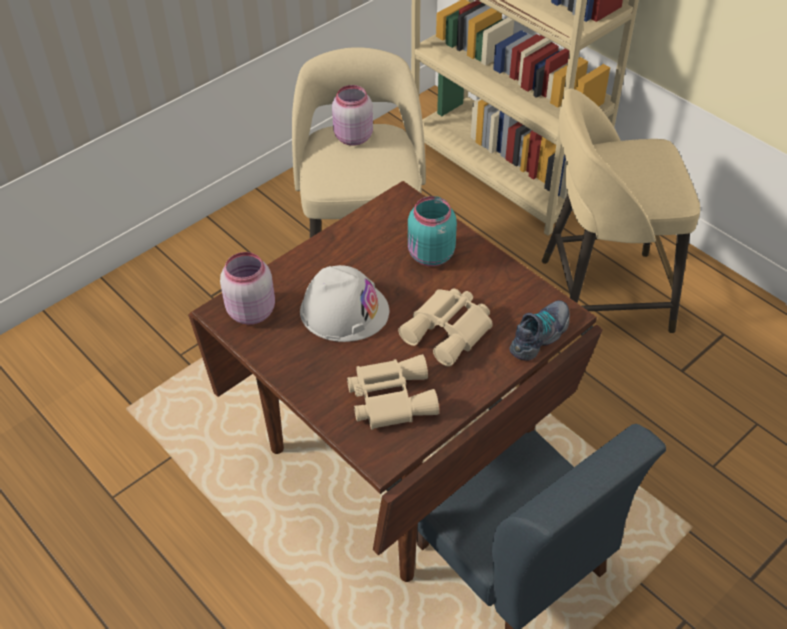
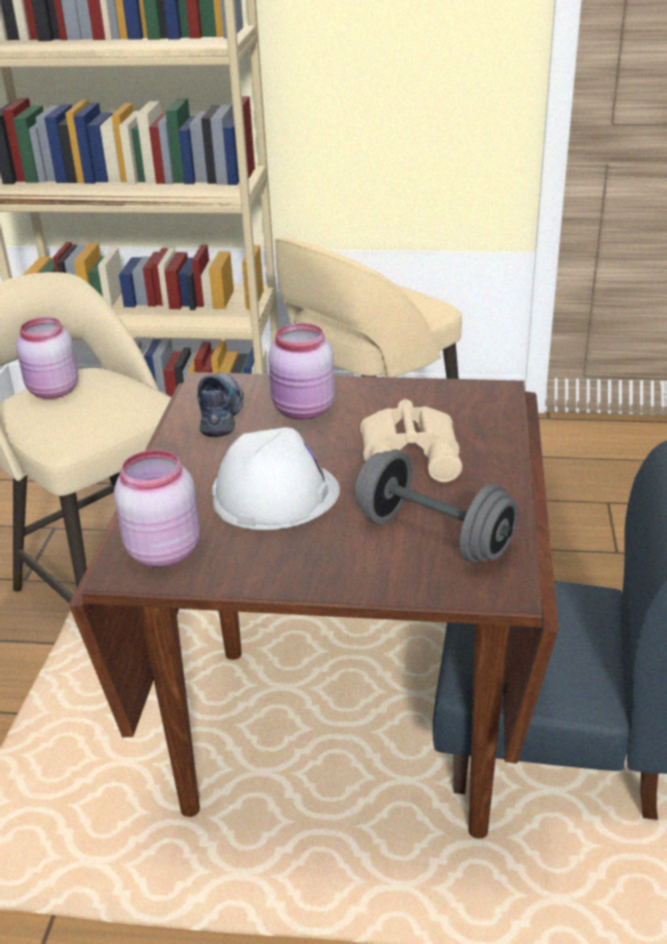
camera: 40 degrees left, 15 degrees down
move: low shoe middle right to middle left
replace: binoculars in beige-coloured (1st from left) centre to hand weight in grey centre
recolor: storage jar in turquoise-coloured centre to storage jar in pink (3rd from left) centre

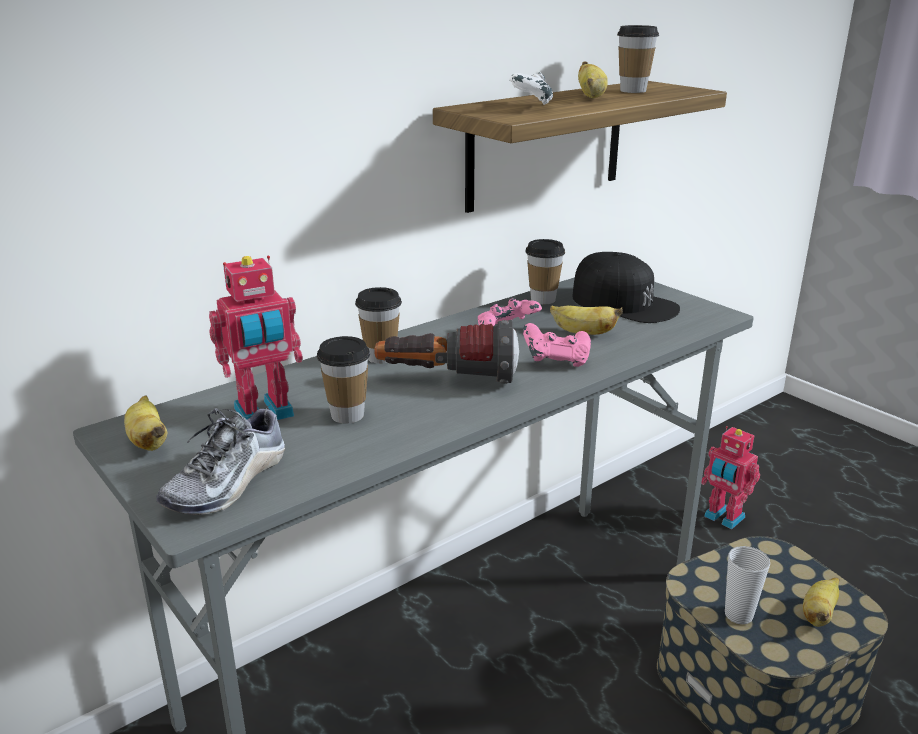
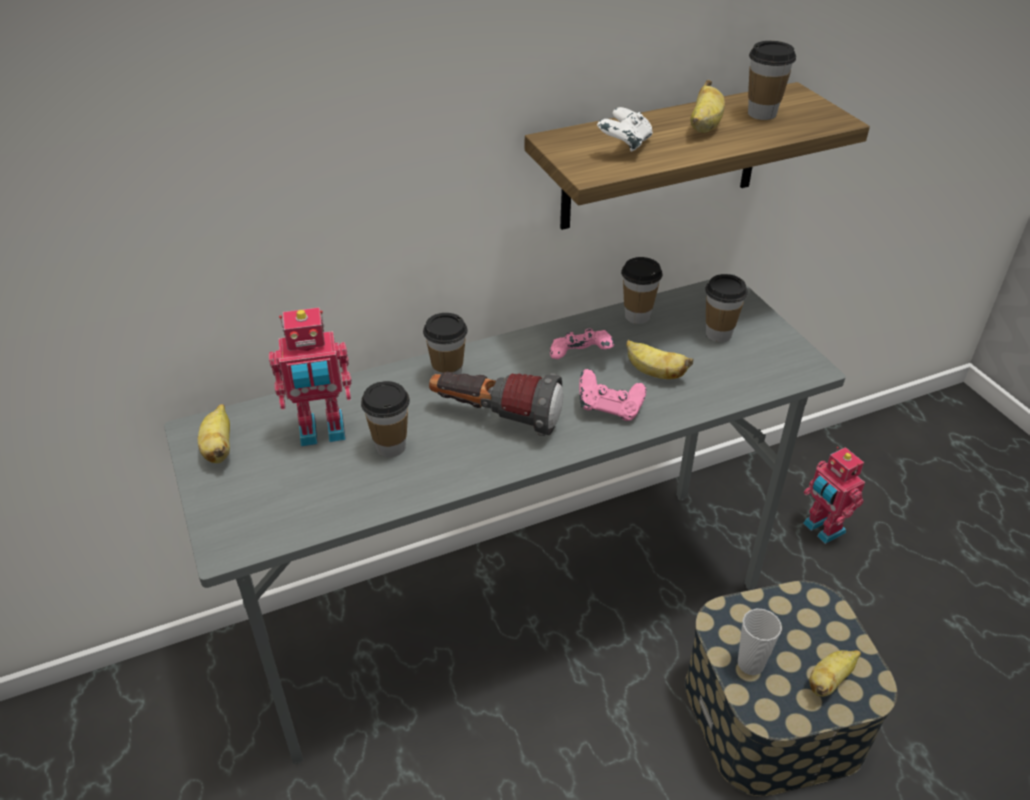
camera: 15 degrees right, 15 degrees up
delete: low shoe middle left
replace: peaked cap in black middle right to drinking cup (4th from left) middle right

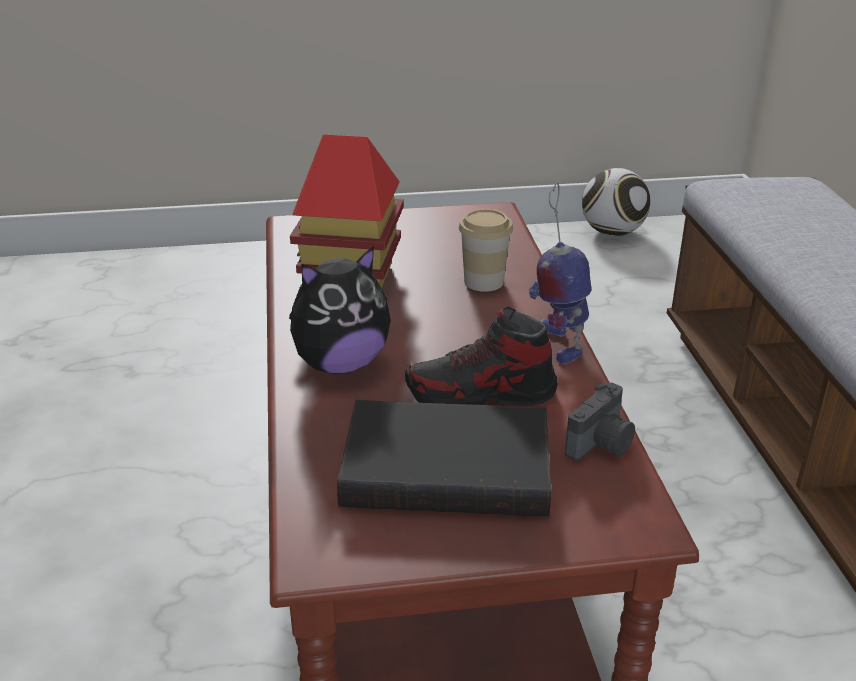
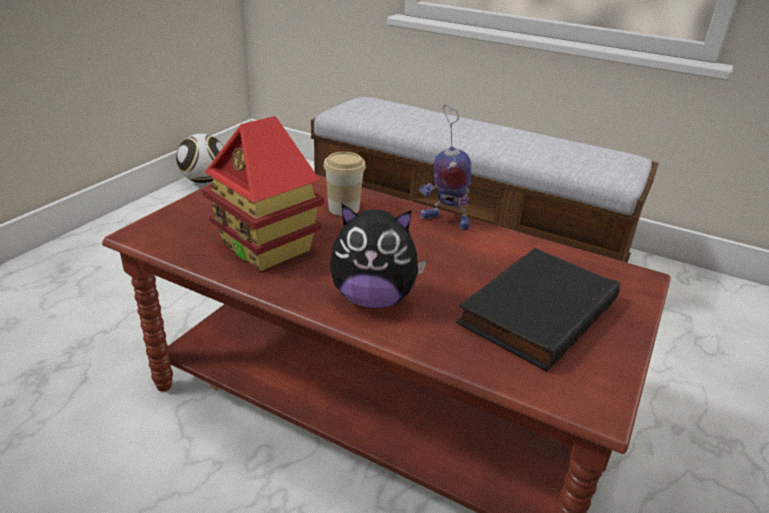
camera: 55 degrees left, 0 degrees up
delete: low shoe centre; still camera middle right
rotate: cuddly toy centre = centre 90 degrees clockwise

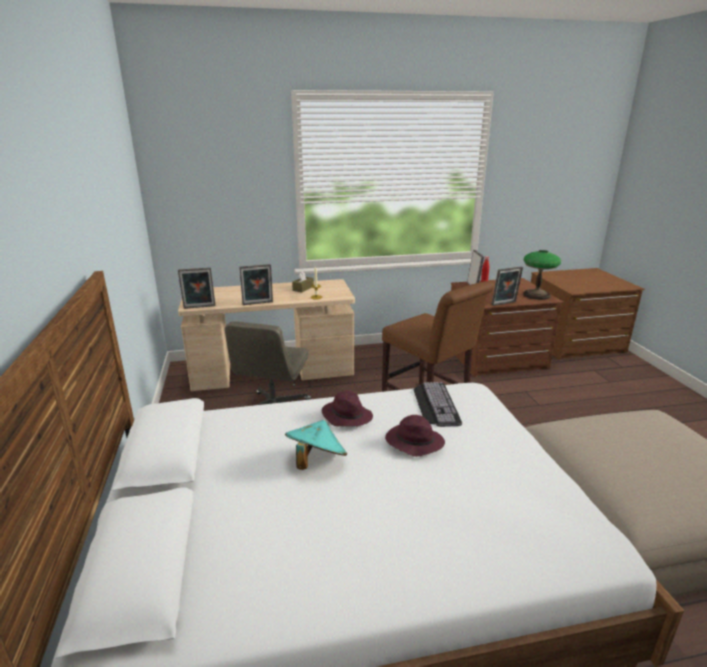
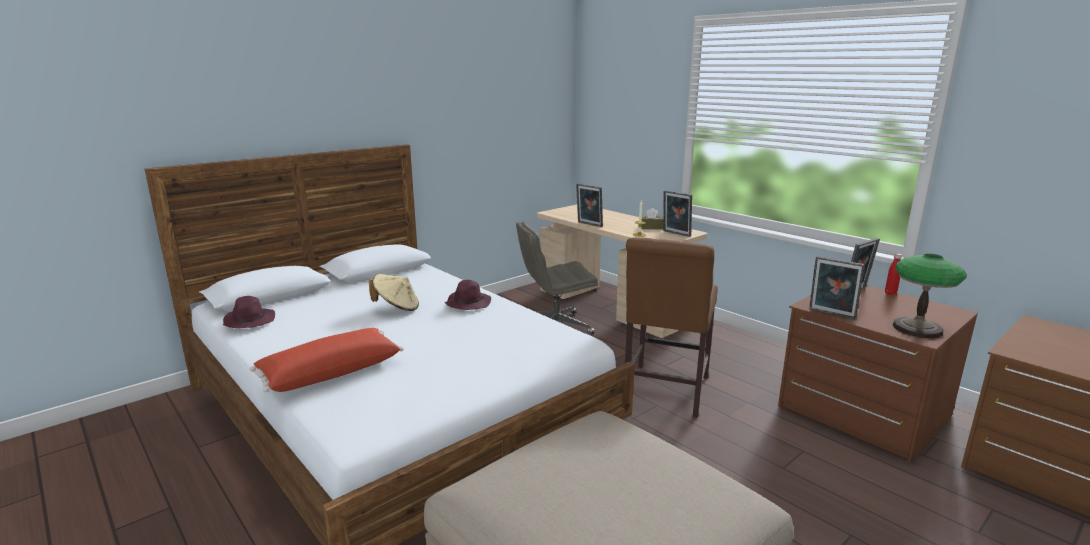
camera: 60 degrees right, 5 degrees down
delete: keyboard centre
insert: cushion in reddish middle left
move: clothing hat in purple-coloured (2nd from left in the first image) centre to clothing hat in purple-coloured (1st from left) middle left; photo frame (1st from left in the first image) middle left to photo frame (2nd from left) centre
recolor: clothing hat in turquoise-coloured bottom centre to clothing hat in beige-coloured centre

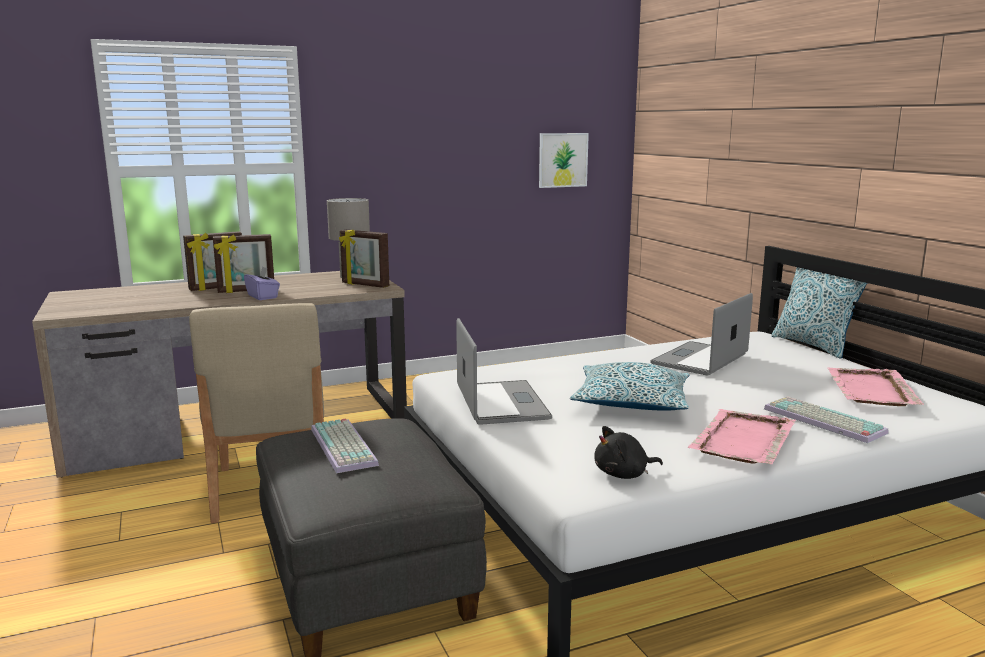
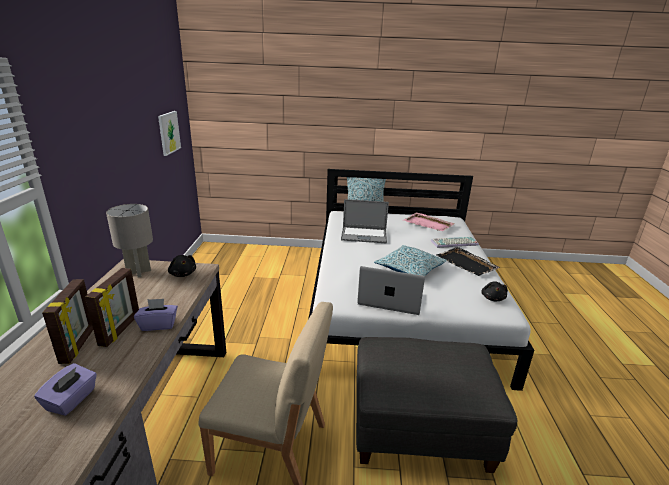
camera: 65 degrees left, 10 degrees up
delete: keyboard (1st from left) bottom centre
insert: tissue holder in purple-coloured (1st from left) bottom left
replace: photo frame (3rd from left) centre to cuddly toy in black (1st from left) middle left
recolor: carrying tray in pink (1st from left) middle right to carrying tray in black middle right
rotate: notebook computer (2nd from left in the first image) middle right = centre 60 degrees counterclockwise

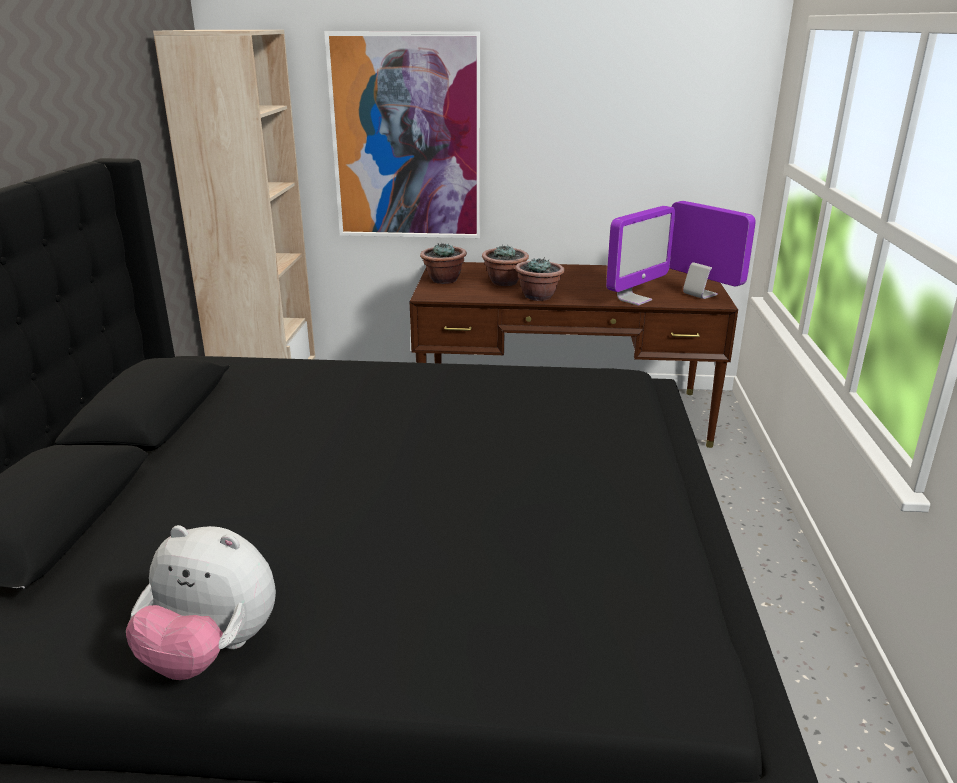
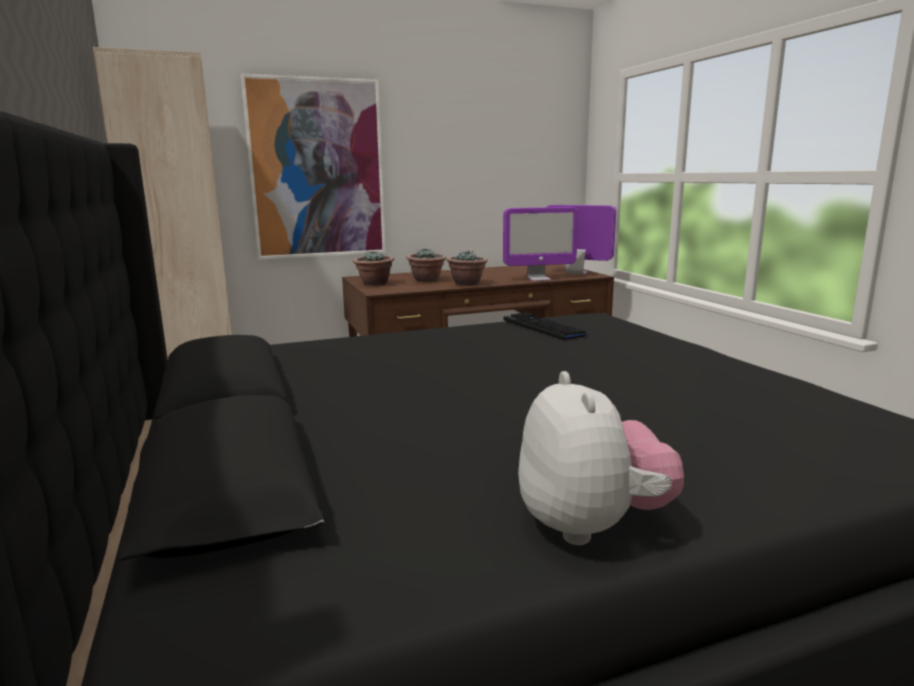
camera: 25 degrees left, 10 degrees down
insert: keyboard centre
rotate: computer display (1st from left) top right = centre 60 degrees clockwise; cuddly toy bottom left = bottom centre 90 degrees counterclockwise

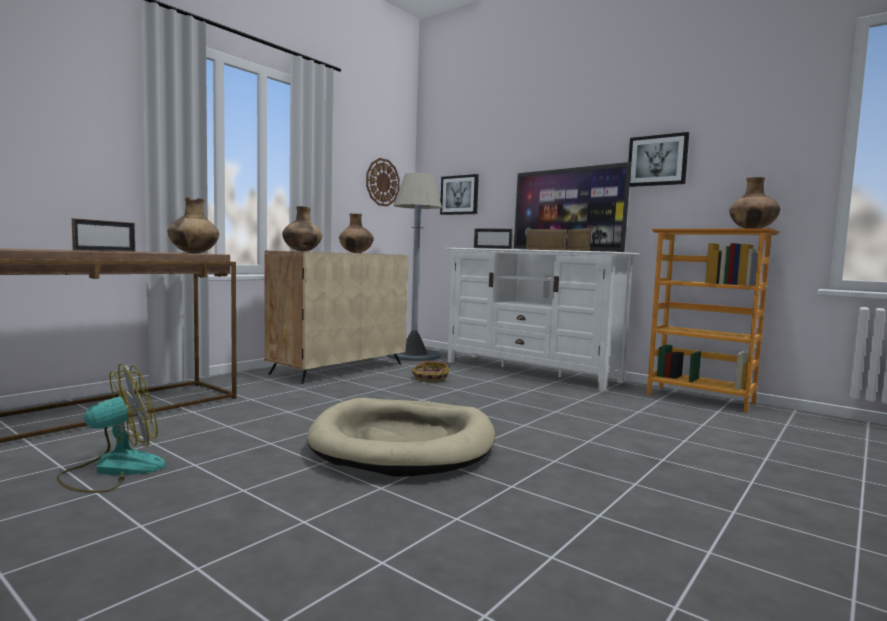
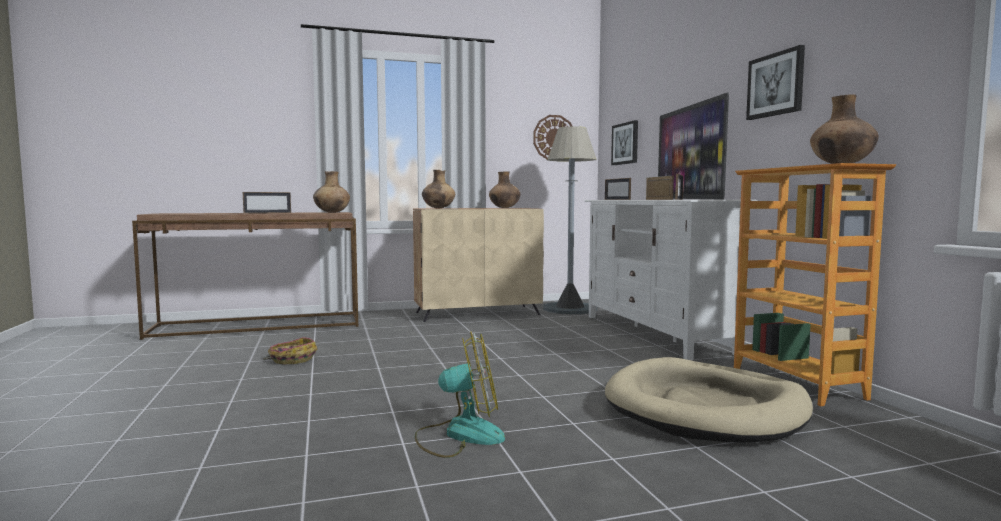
camera: 35 degrees right, 0 degrees up
move: storage basket centre to bottom left; electric fan bottom left to bottom centre; pet bed in beige-coloured bottom centre to bottom right

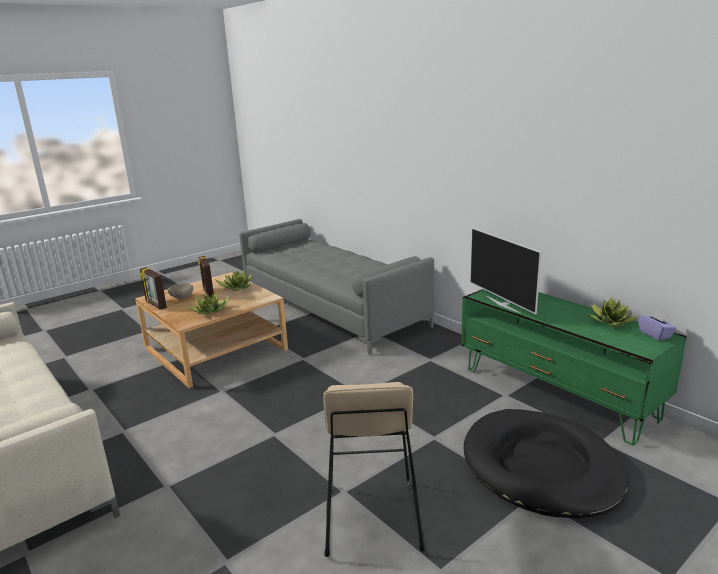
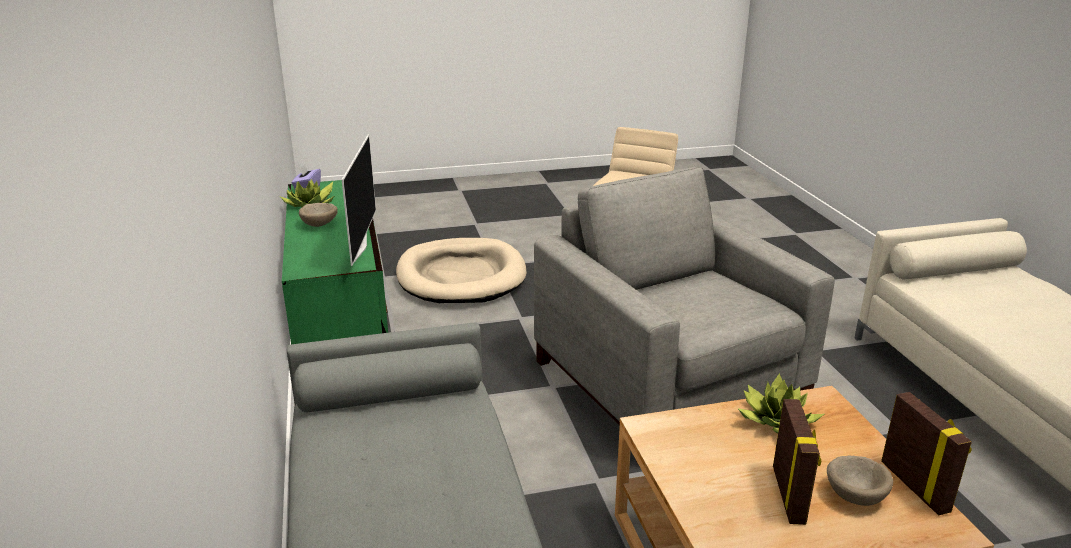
camera: 155 degrees left, 5 degrees up
delete: plant in a pot (2nd from left) middle left
insert: deep dish in beige-coloured (1st from left) middle left; easy chair in grey centre
recolor: pet bed in black bottom right to pet bed in beige-coloured centre

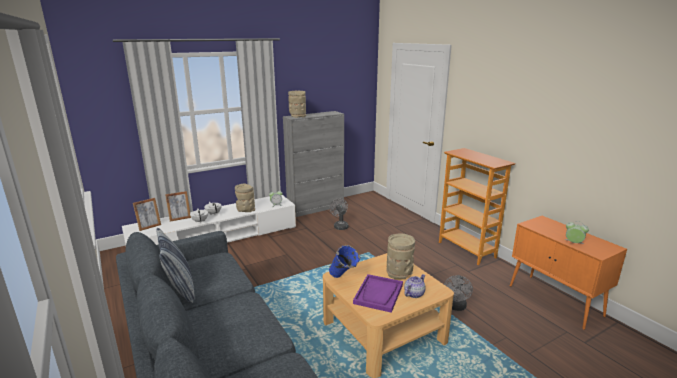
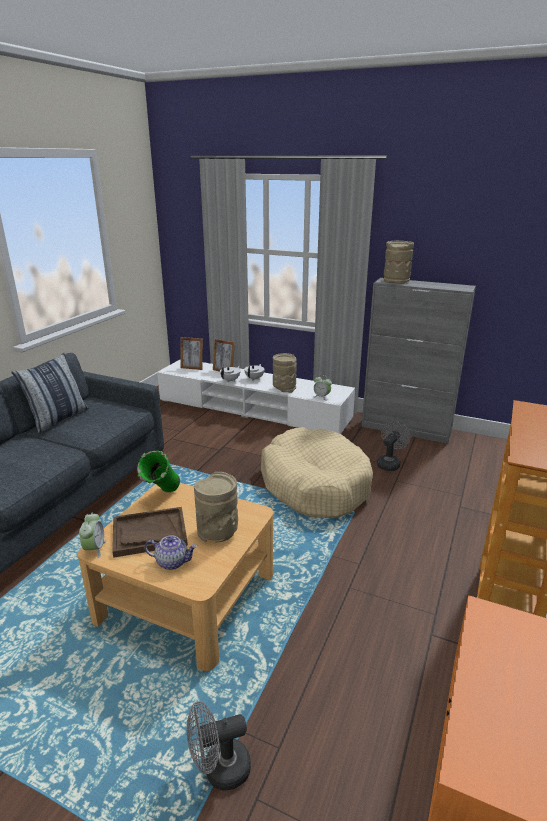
camera: 55 degrees right, 5 degrees up
insert: pet bed in beige-coloured centre
move: bedside clock (2nd from left in the first image) middle right to bedside clock (1st from left) middle left; electric fan in grey (2nd from left in the first image) bottom right to electric fan in grey (1st from left) bottom centre
recolor: carrying tray in purple-coloured bottom centre to carrying tray in brownish middle left; vase in blue-coloured bottom centre to vase in green middle left

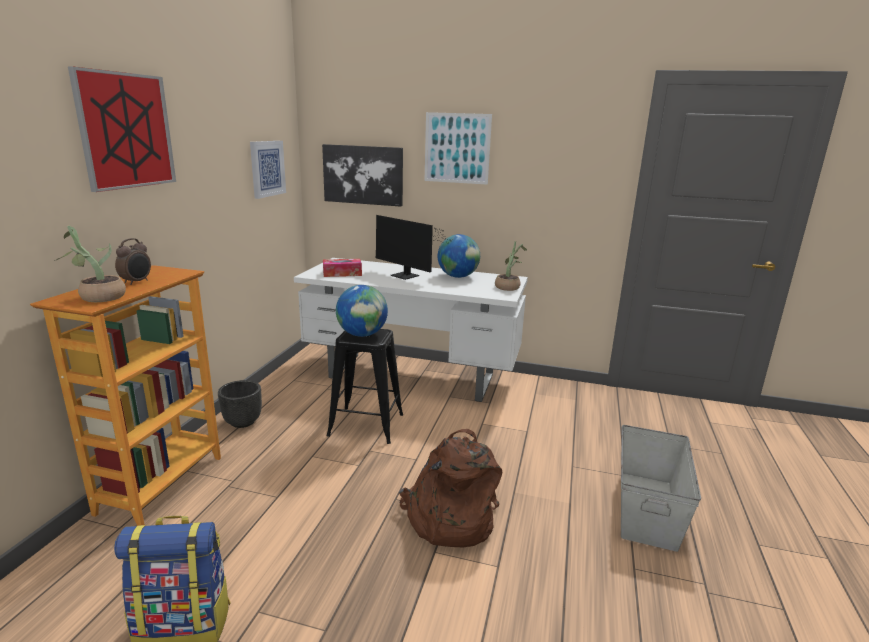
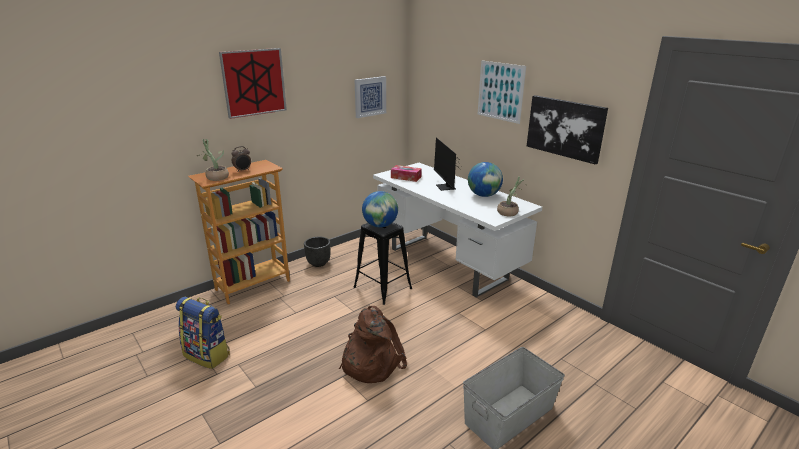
camera: 35 degrees right, 5 degrees up
move: wall art (3rd from left in the first image) top centre to wall art (4th from left) top right

